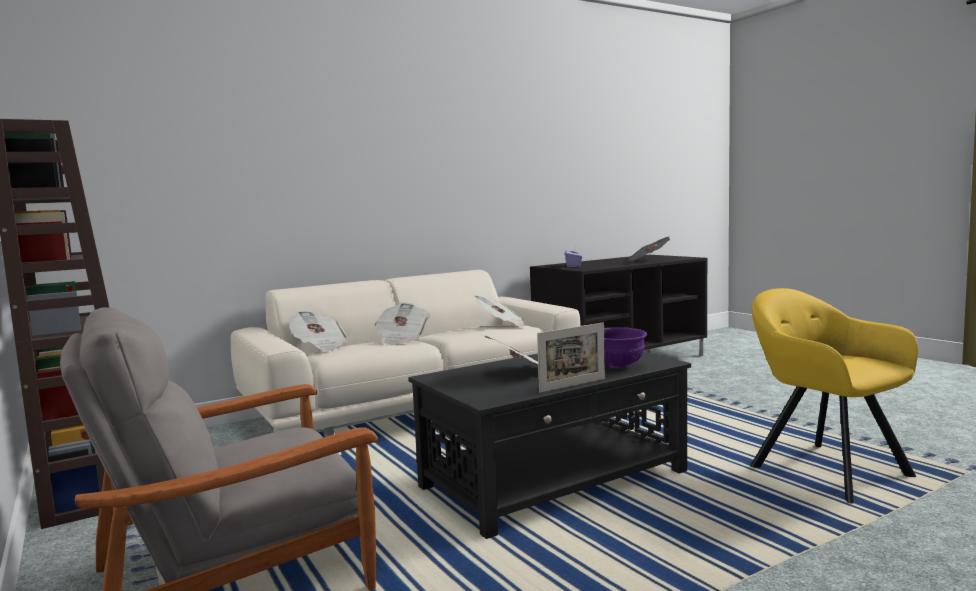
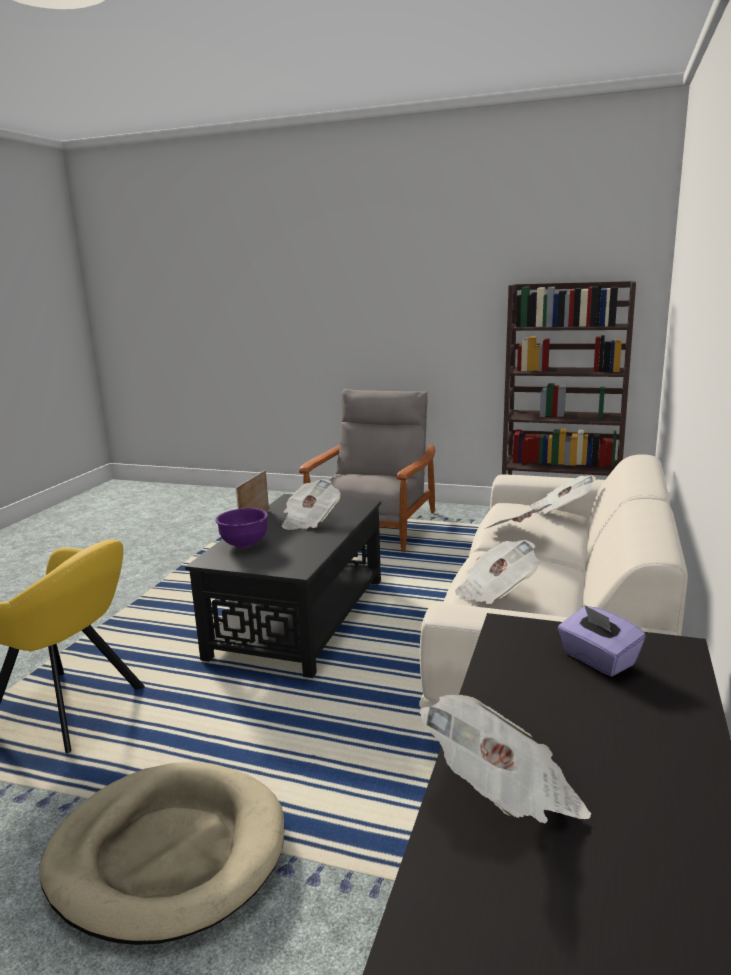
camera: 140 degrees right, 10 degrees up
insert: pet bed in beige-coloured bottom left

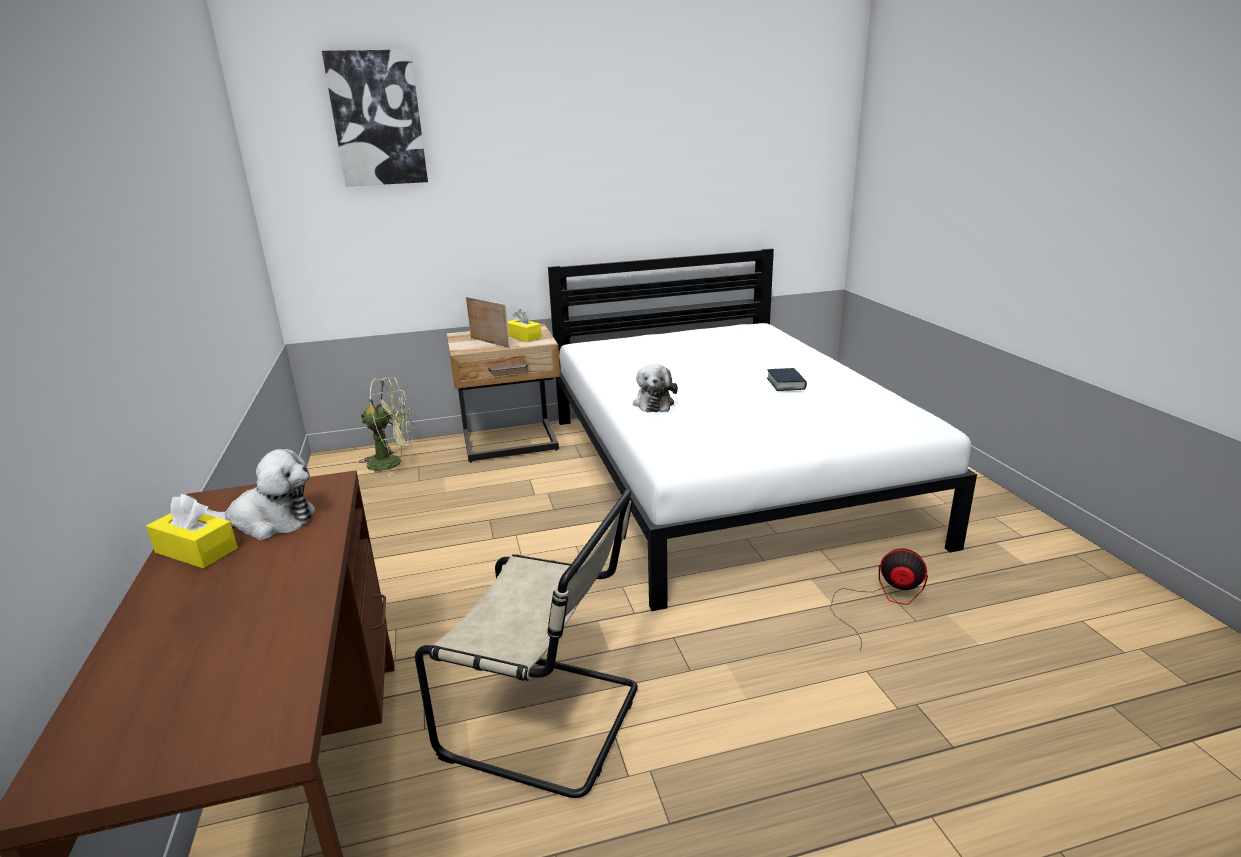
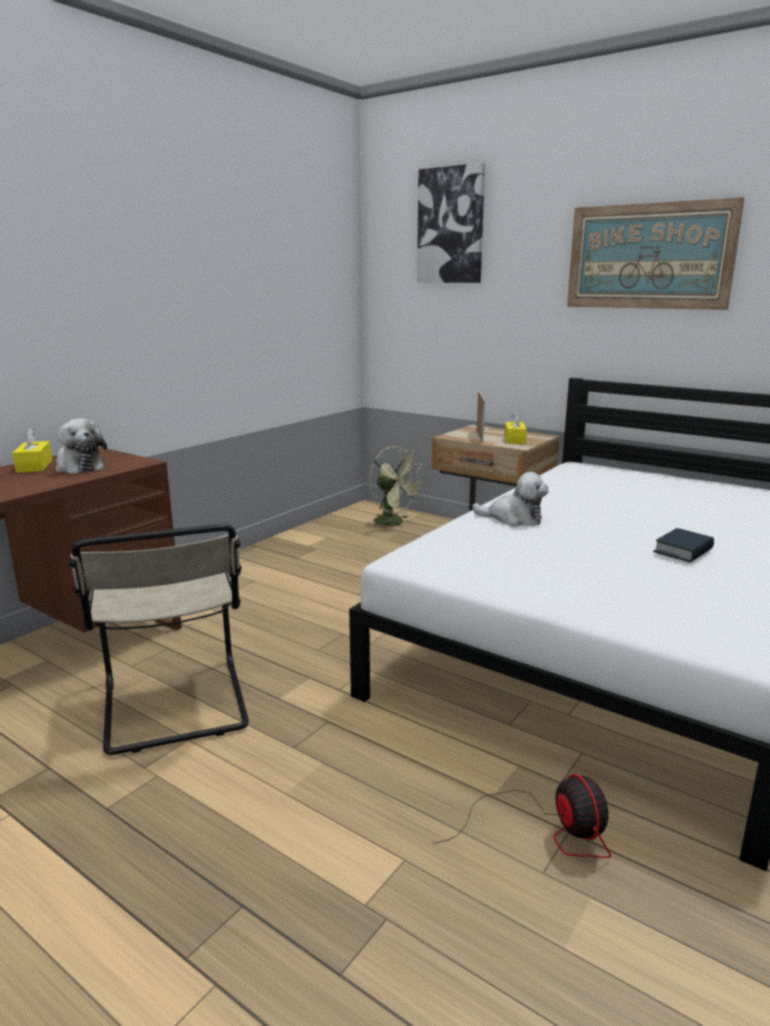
camera: 50 degrees right, 5 degrees down
insert: wall art (2nd from left) top right
rotate: cuddly toy (2nd from left) centre = centre 120 degrees counterclockwise

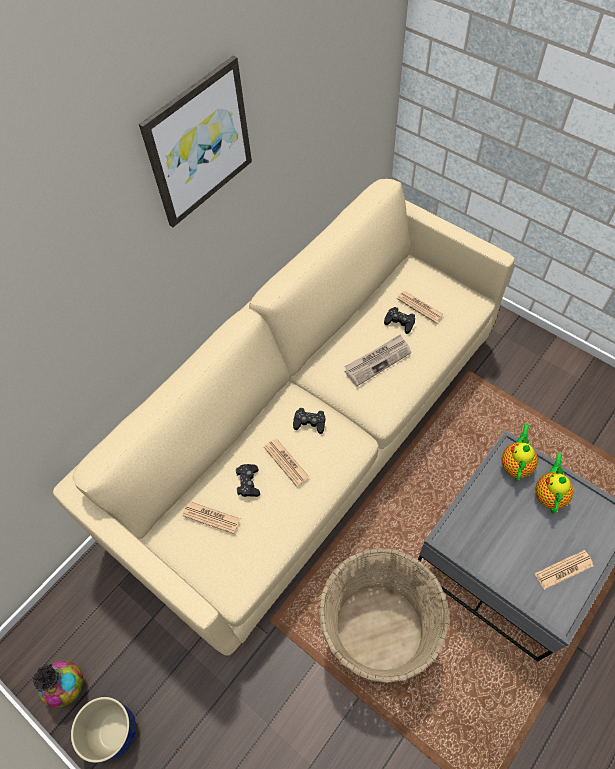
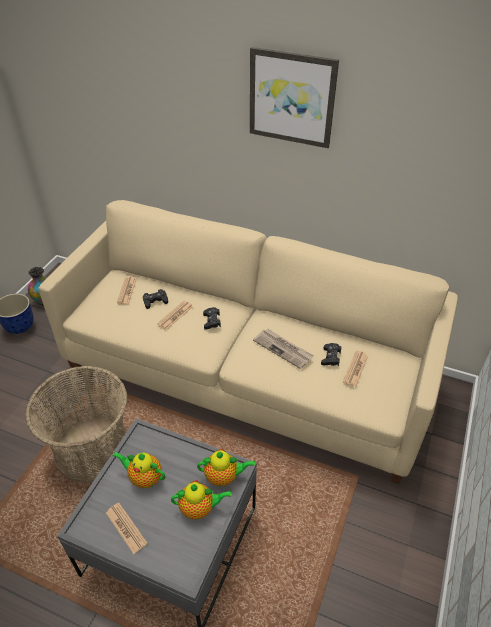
camera: 70 degrees right, 15 degrees down
insert: pot for tea (1st from left) bottom left

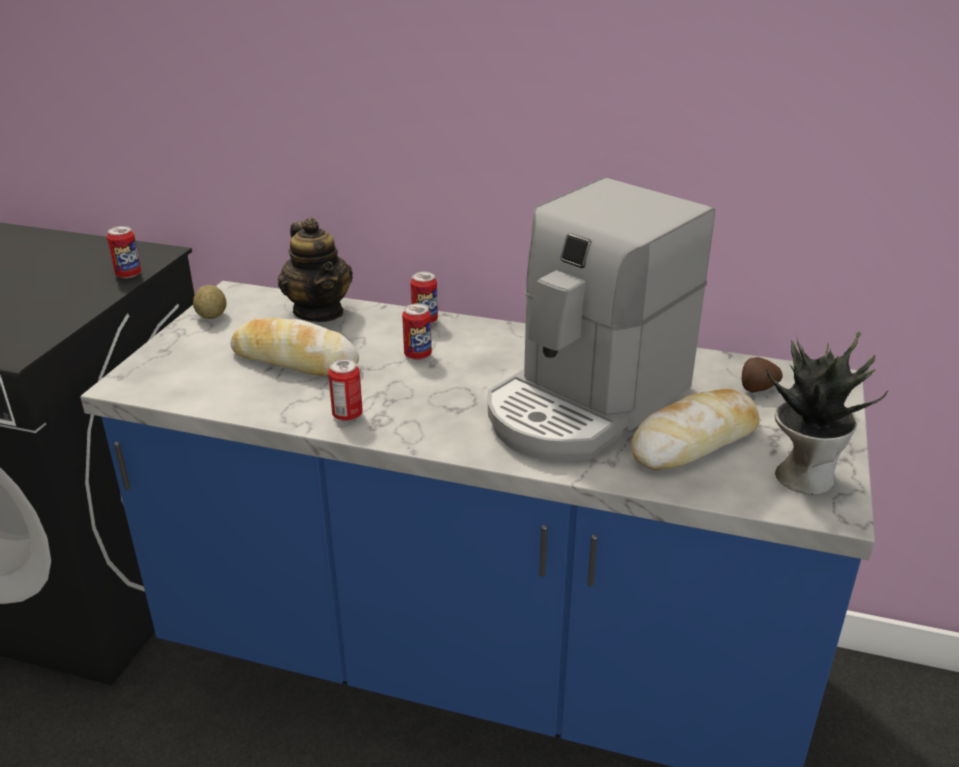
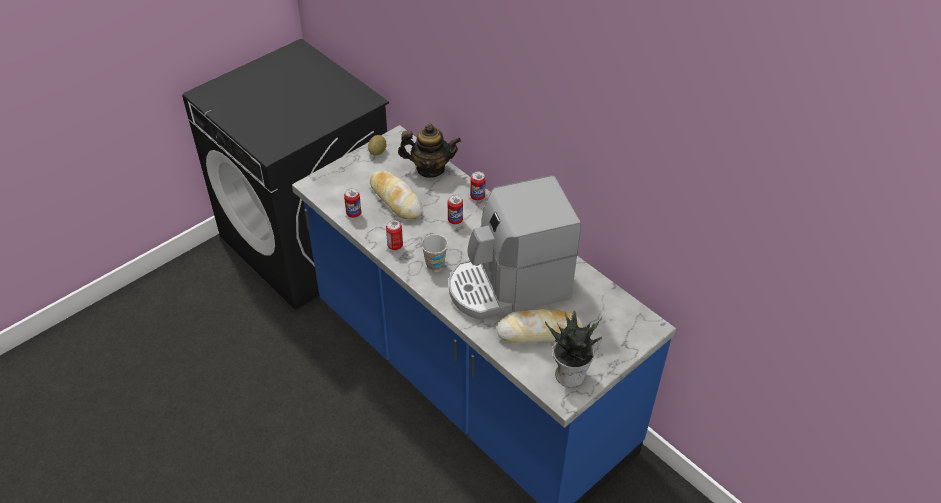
camera: 30 degrees right, 15 degrees up
delete: spud (2nd from left) middle right
insert: drinking cup centre
move: can (1st from left) top left to centre
rotate: pot for tea middle left = top centre 90 degrees counterclockwise

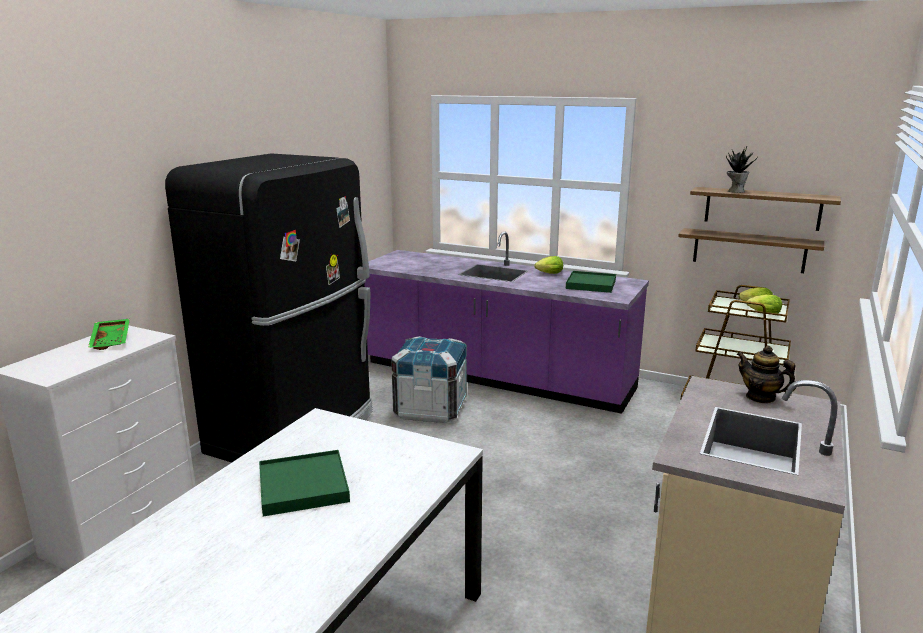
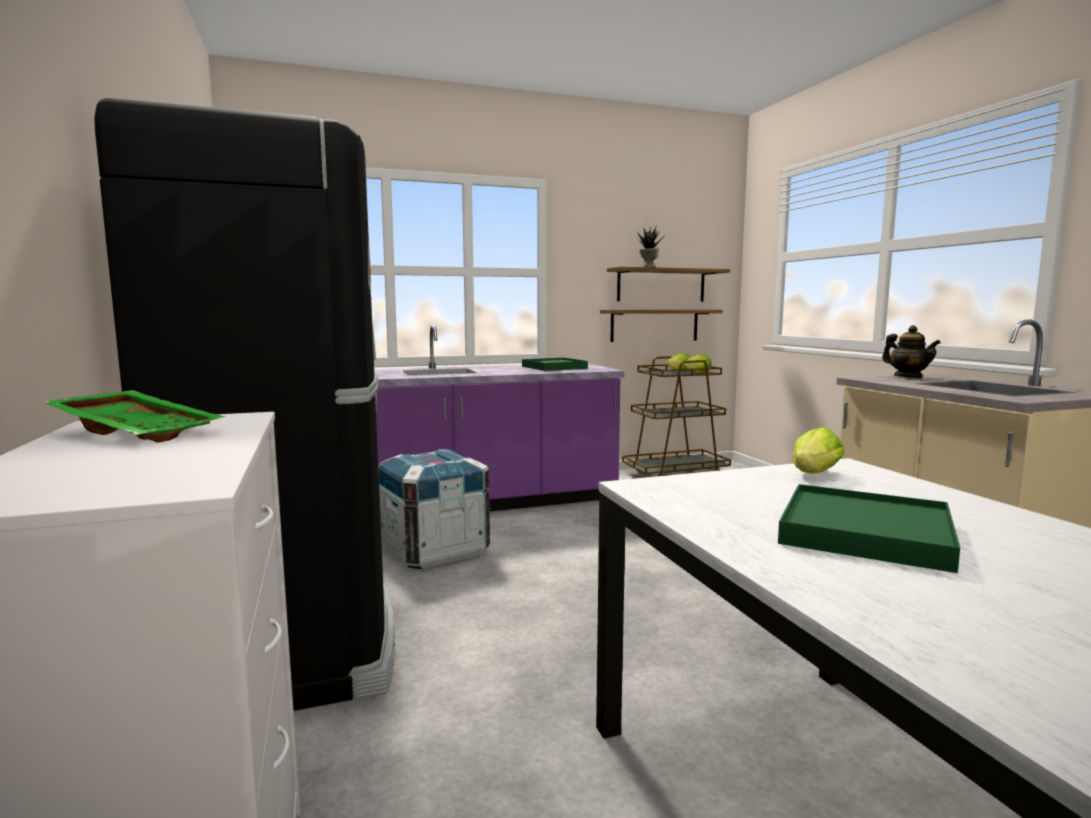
camera: 45 degrees left, 10 degrees down
move: head of lettuce (1st from left in the first image) centre to head of lettuce (3rd from left) middle right
rotate: pot for tea middle right = middle right 120 degrees counterclockwise

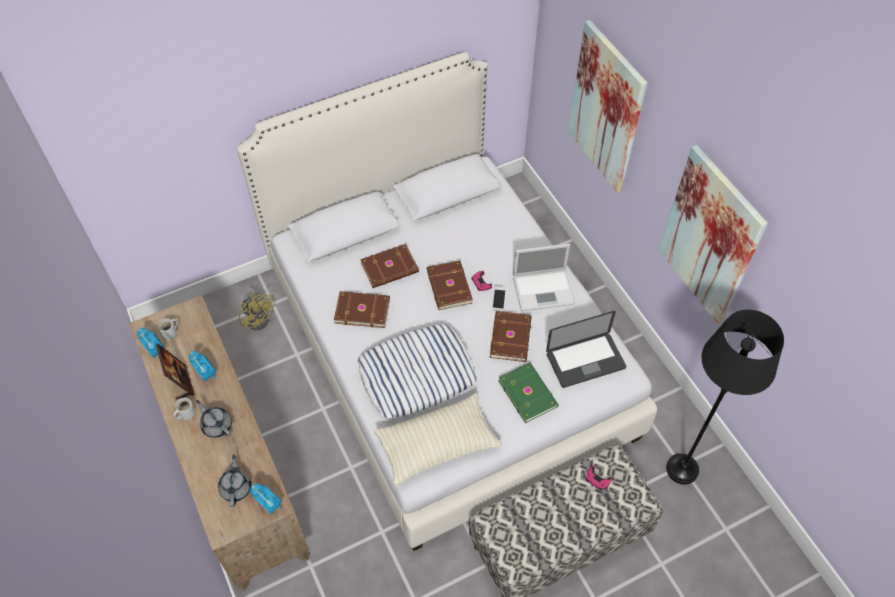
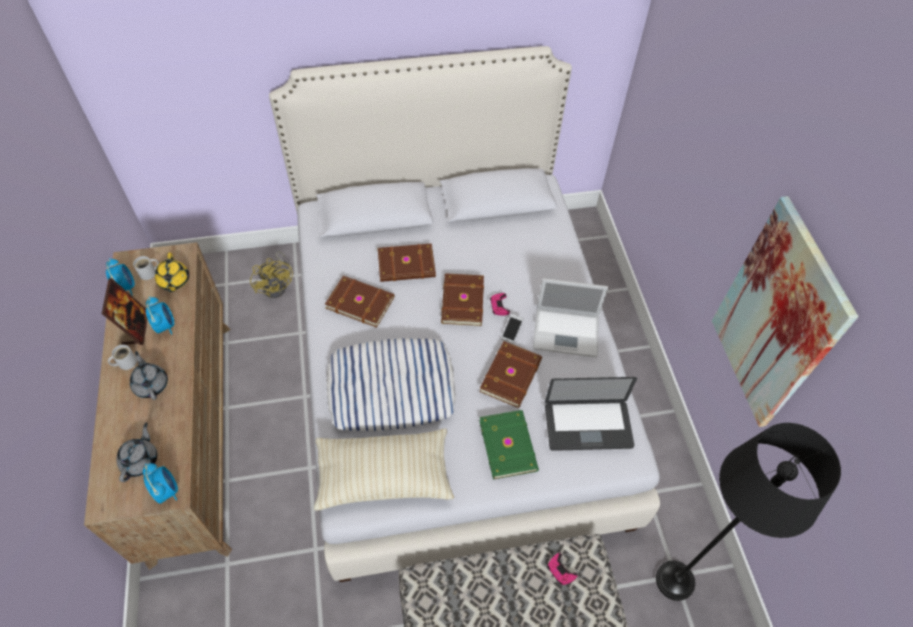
camera: 15 degrees right, 0 degrees up
delete: wall art (1st from left) top right
insert: pot for tea in yellow-coloured middle left

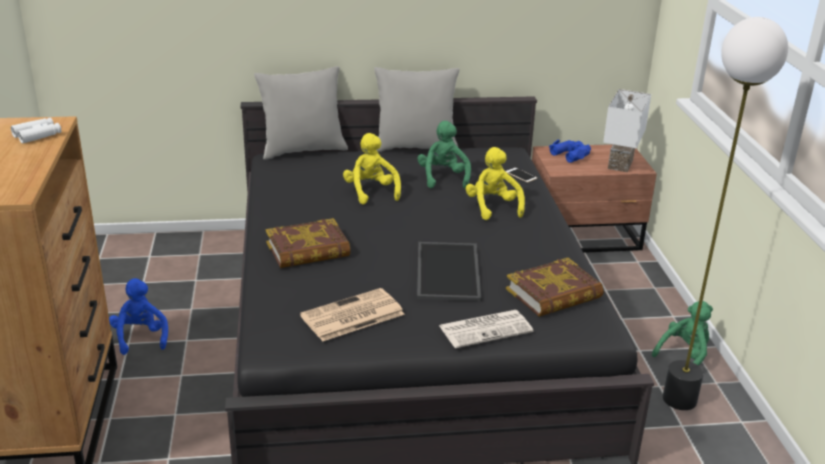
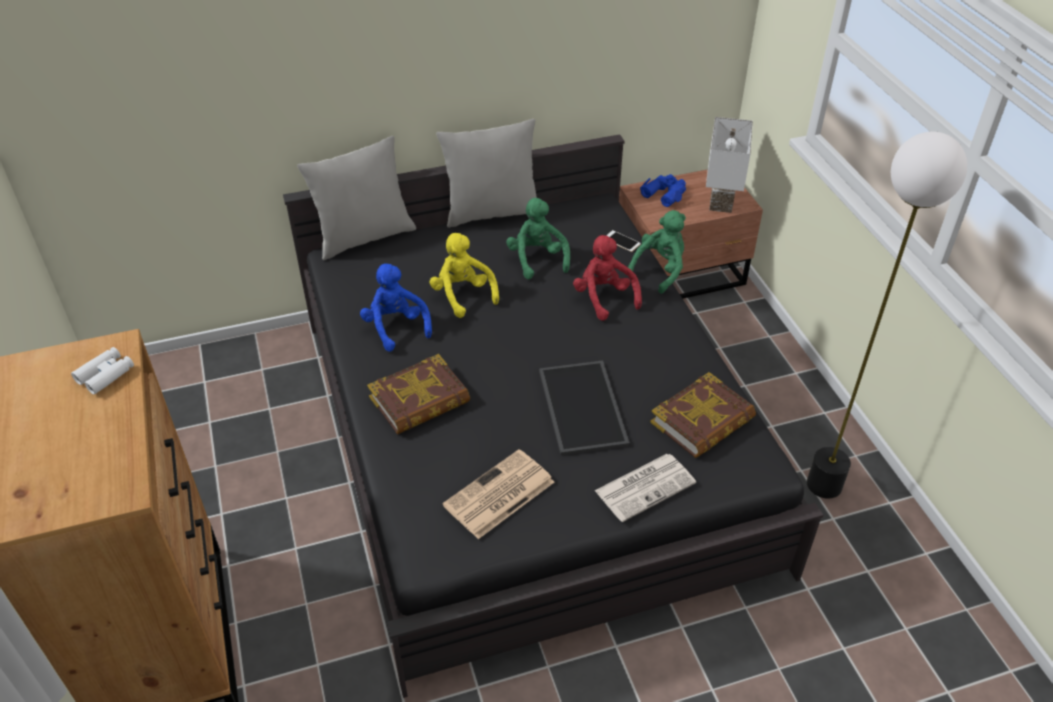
camera: 10 degrees left, 15 degrees up
move: cuddly toy in blue-coloured bottom left to centre; cuddly toy in green (2nd from left) bottom right to centre
recolor: cuddly toy in yellow-coloured (2nd from left) centre to cuddly toy in reddish centre

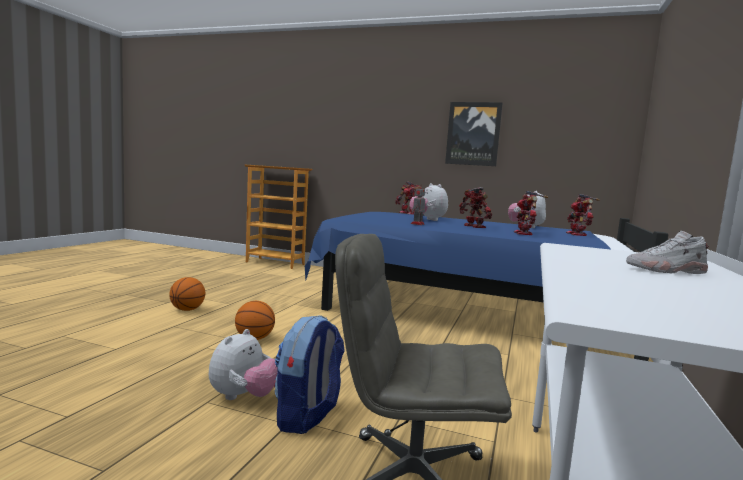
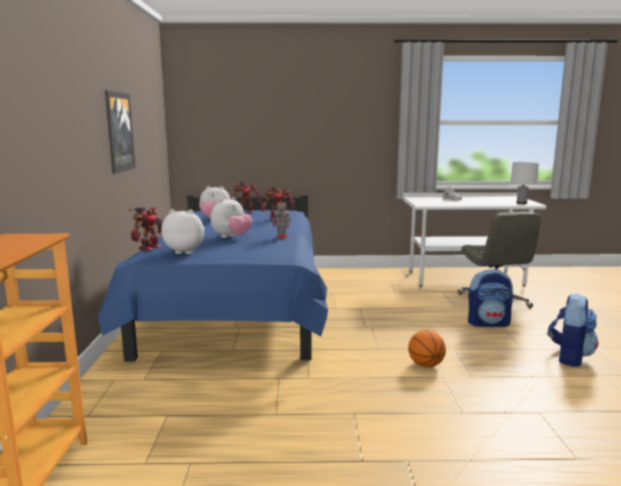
camera: 110 degrees left, 5 degrees up
delete: ball for basketball (1st from left) middle left; robot figure (3rd from left) centre
insert: tabletop lamp in white-coloured middle right; backpack (2nd from left) bottom right
move: cuddly toy (1st from left) bottom left to middle left

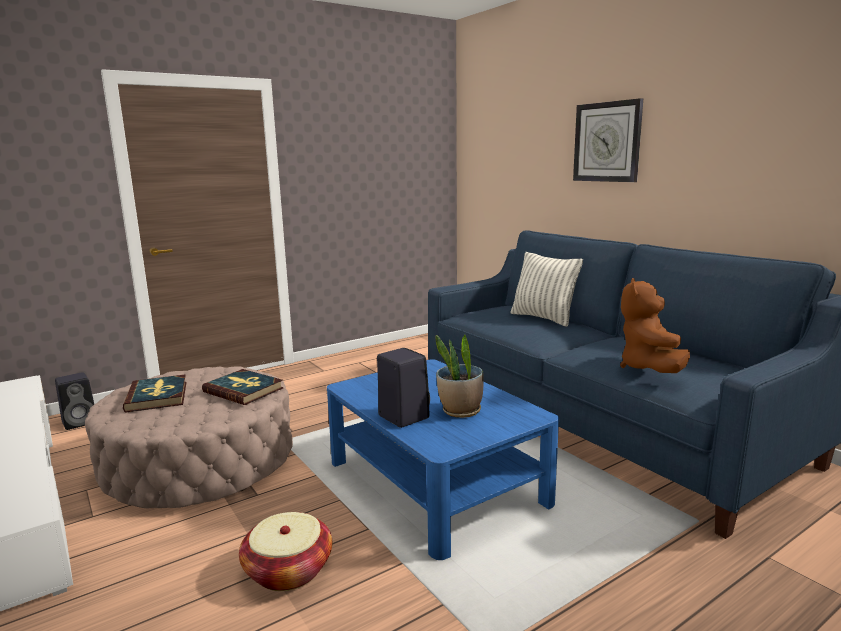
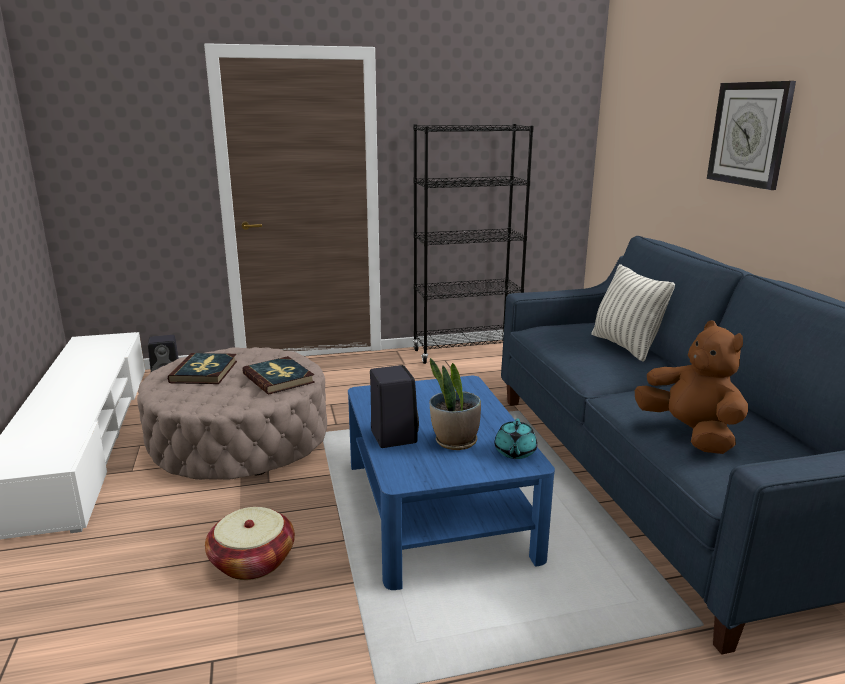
camera: 20 degrees right, 5 degrees up
insert: bookshelf in black centre; pot for tea in turquoise-coloured centre
rotate: cuddly toy in brownish middle right = middle right 120 degrees clockwise

